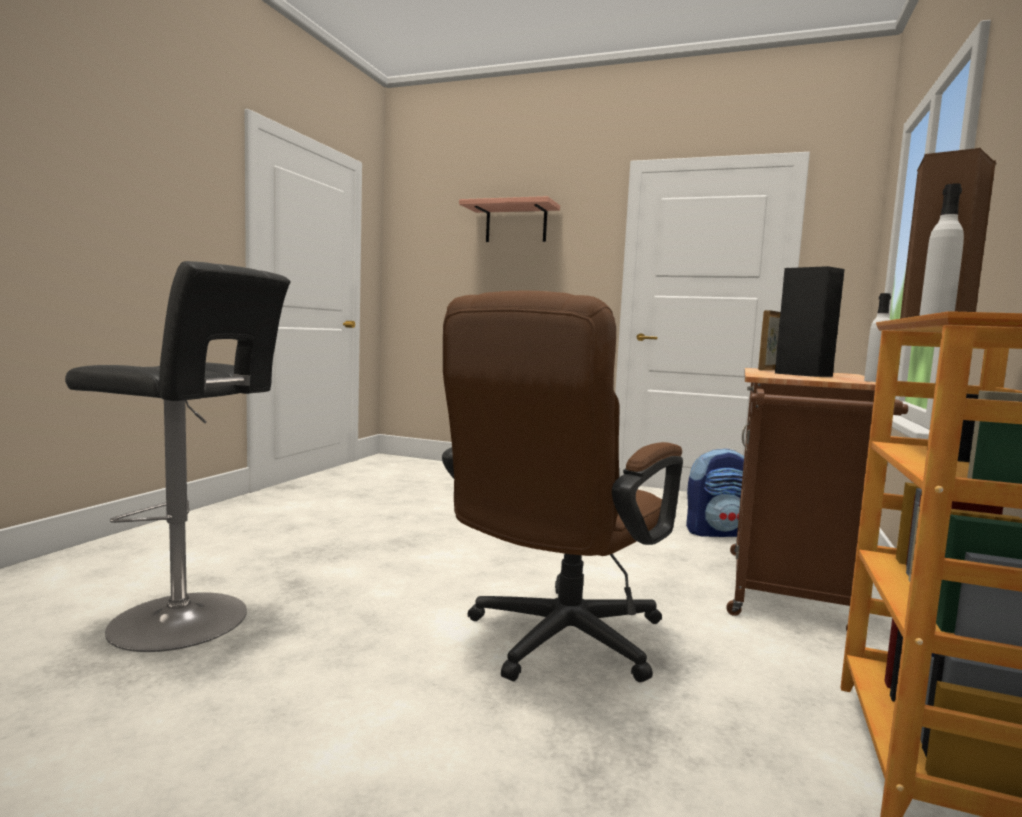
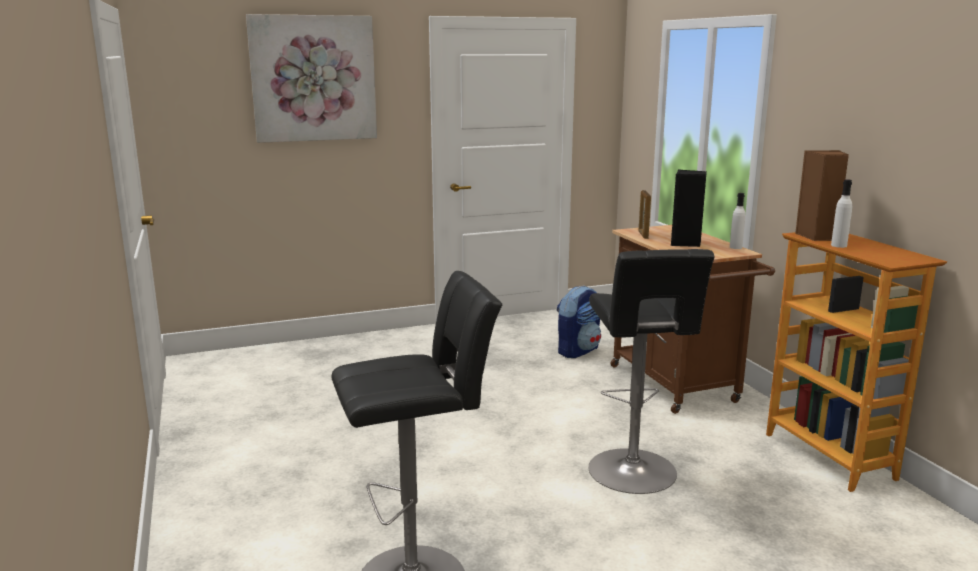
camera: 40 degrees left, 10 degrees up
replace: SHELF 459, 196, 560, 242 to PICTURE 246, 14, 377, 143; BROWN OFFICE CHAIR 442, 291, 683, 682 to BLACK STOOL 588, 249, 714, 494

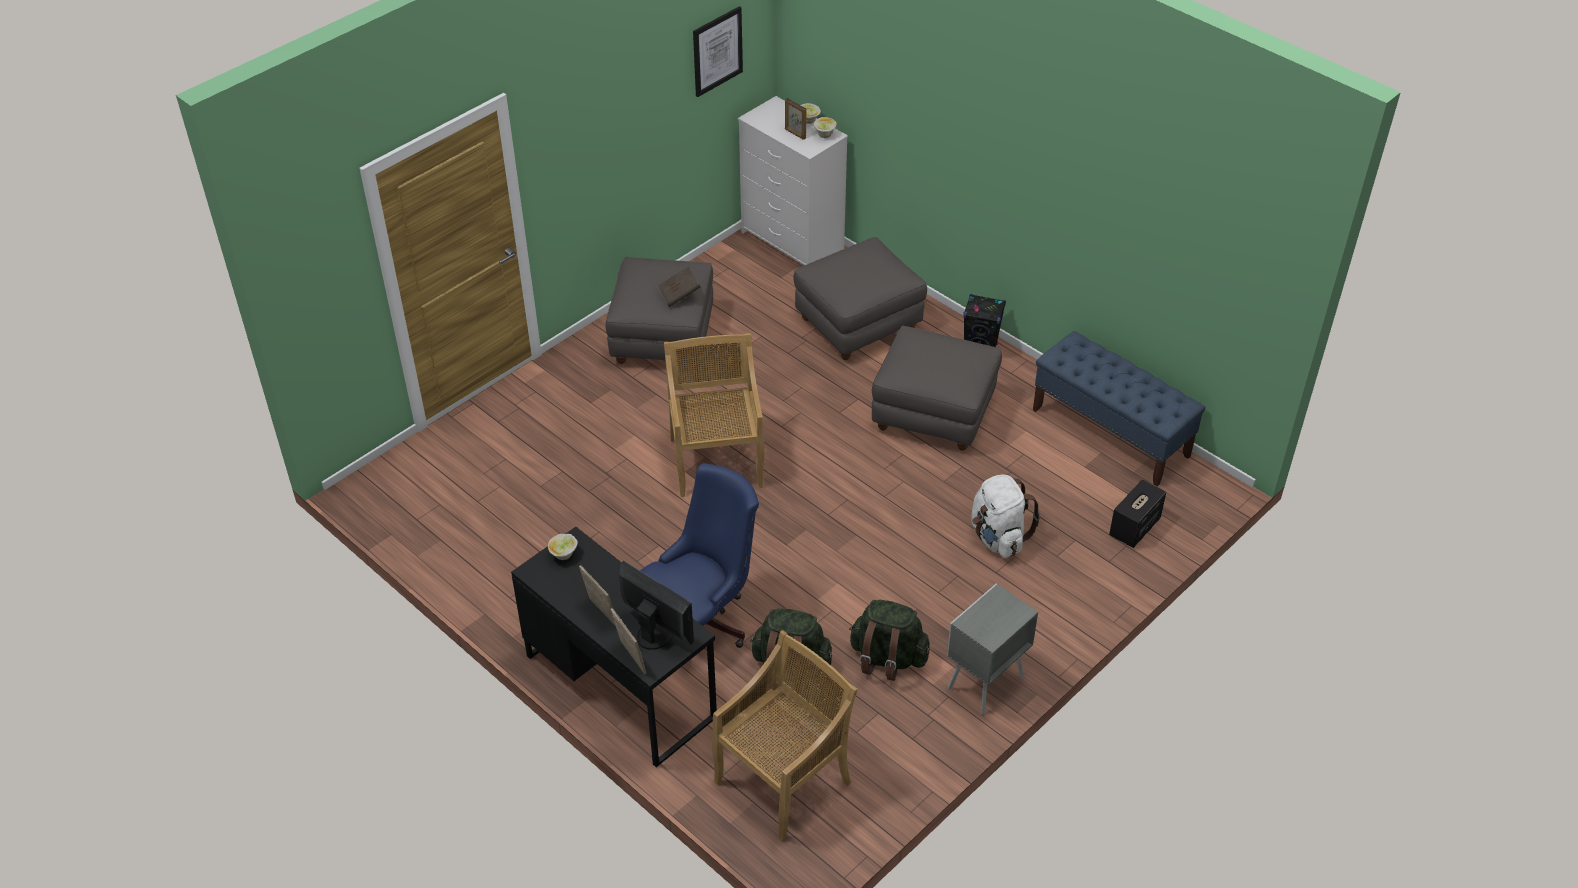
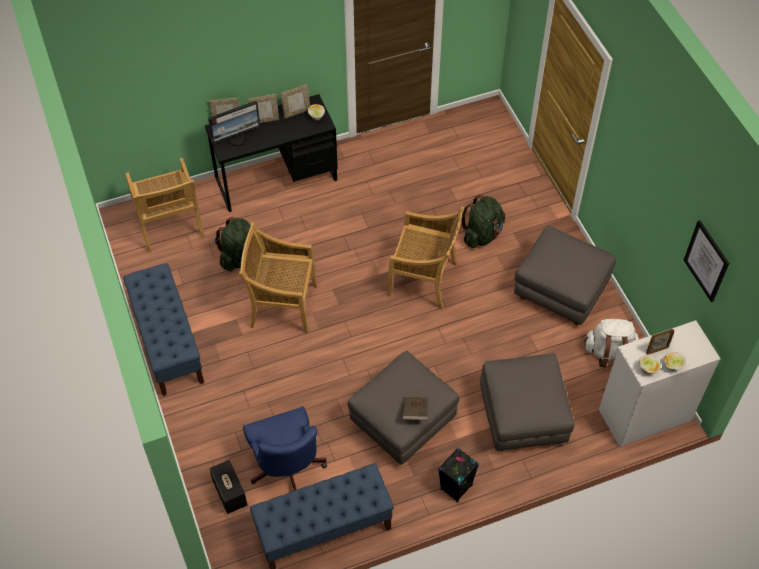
camera: 115 degrees right, 10 degrees up
insert: BEIGE CHAIR 239, 223, 317, 334; PICTURE FRAME 281, 84, 310, 118
move: BLUE OFFICE CHAIR 640, 463, 759, 648 to 243, 407, 327, 490; BROWN BOOK 657, 266, 701, 307 to 402, 397, 428, 420; GREEN BACKPACK 849, 600, 930, 681 to 461, 195, 505, 248; WHITE BACKPACK 971, 475, 1040, 558 to 584, 319, 639, 367
replace: GREY NIGHTSTAND 947, 583, 1038, 714 to BLUE BENCH 123, 263, 204, 396

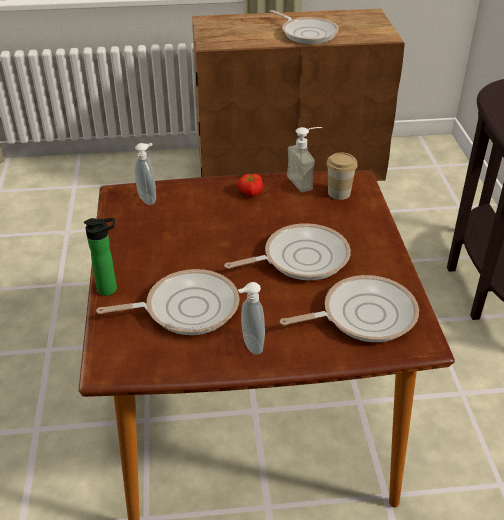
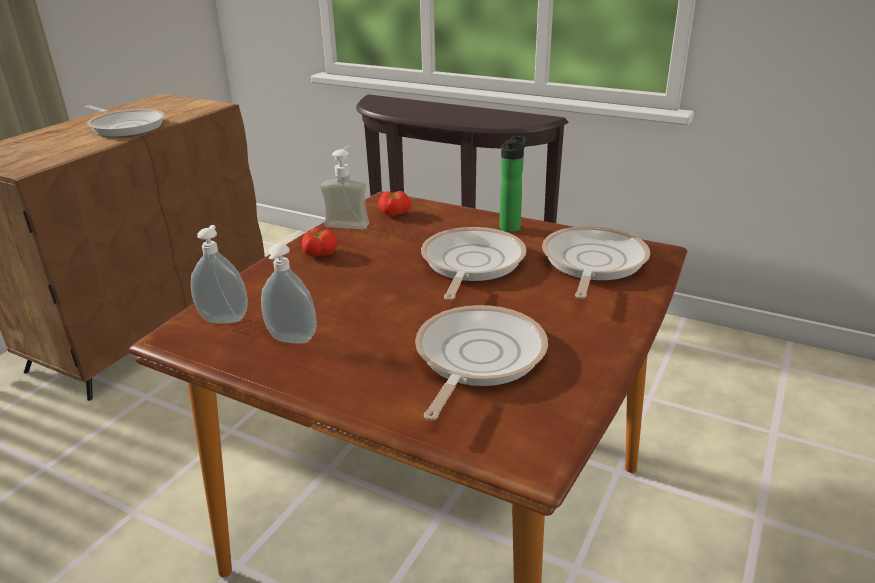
camera: 55 degrees left, 10 degrees down
move: SOAP DISPENSER 238, 282, 265, 355 to 261, 243, 317, 344; BOTTLE 84, 218, 117, 296 to 499, 136, 527, 232
replace: CUP 326, 153, 358, 200 to TOMATO 378, 191, 411, 216
rotate: FRYING PAN 270, 10, 339, 44 = 85, 105, 165, 137 45 degrees clockwise

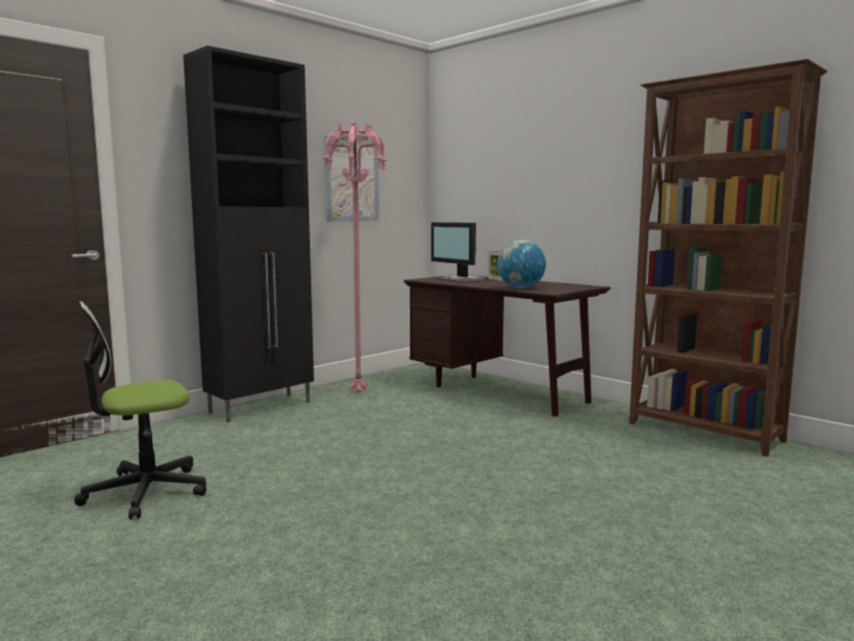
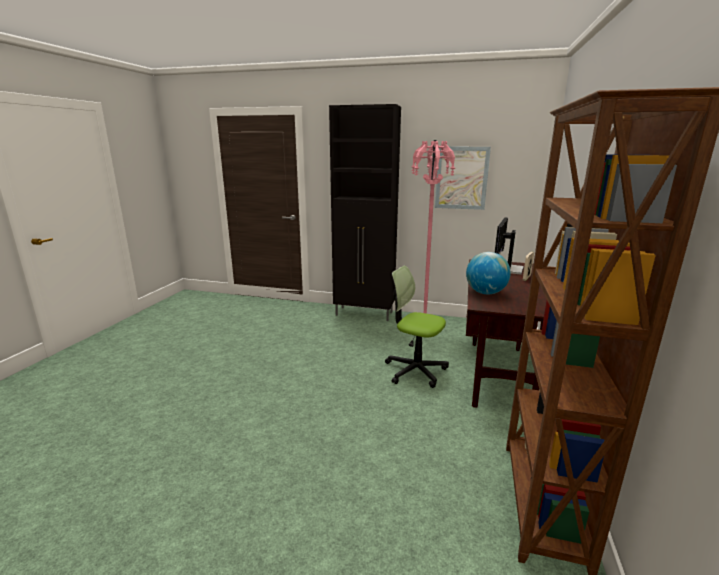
camera: 60 degrees right, 10 degrees up
move: OFFICE CHAIR 74, 301, 206, 519 to 385, 265, 449, 388

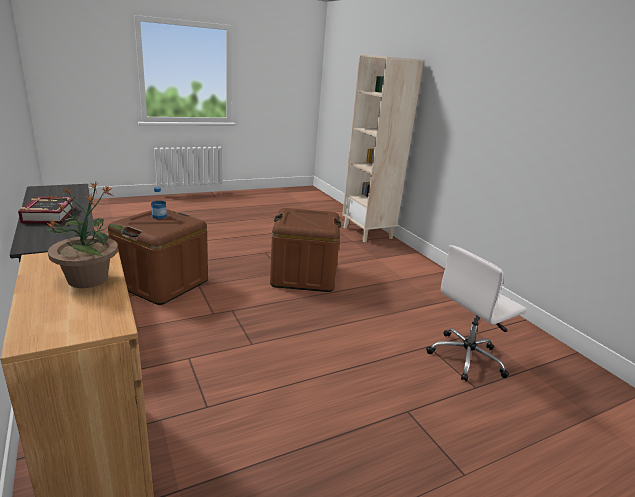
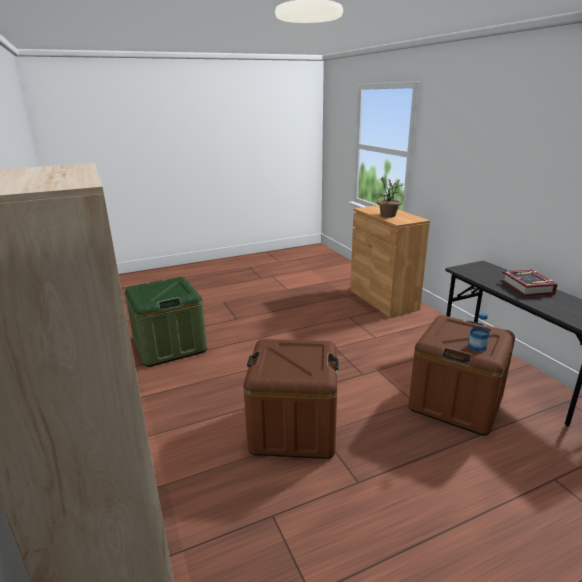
camera: 175 degrees left, 0 degrees up
replace: WHITE OFFICE CHAIR 426, 245, 527, 382 to GREEN STORAGE BOX 125, 277, 207, 367

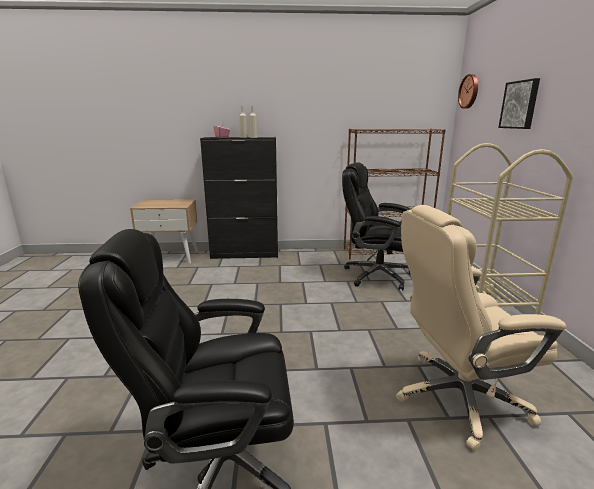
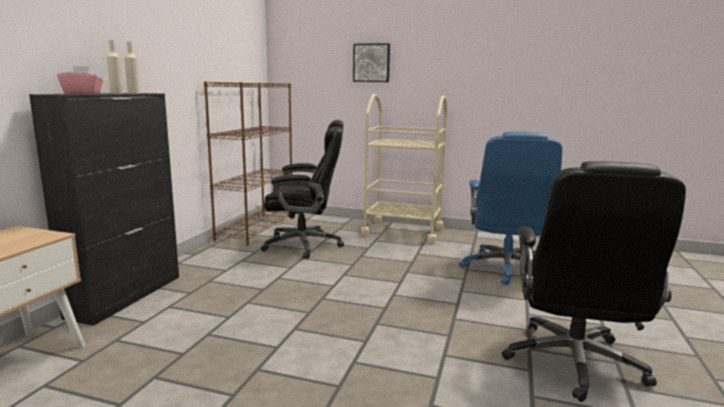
camera: 70 degrees left, 5 degrees down
delete: WALL CLOCK 458, 74, 478, 109
recolor: BEIGE OFFICE CHAIR 396, 205, 566, 451 to BLUE OFFICE CHAIR 459, 132, 562, 285
rotate: BLACK OFFICE CHAIR 342, 162, 411, 290 = 261, 120, 344, 259 135 degrees counterclockwise

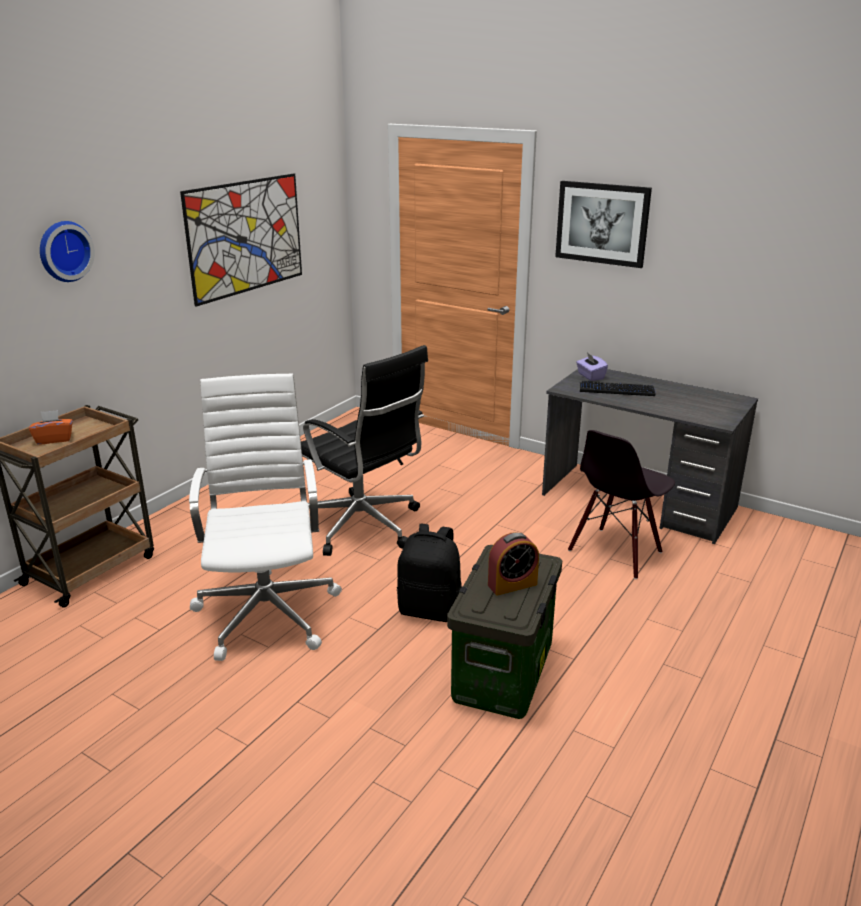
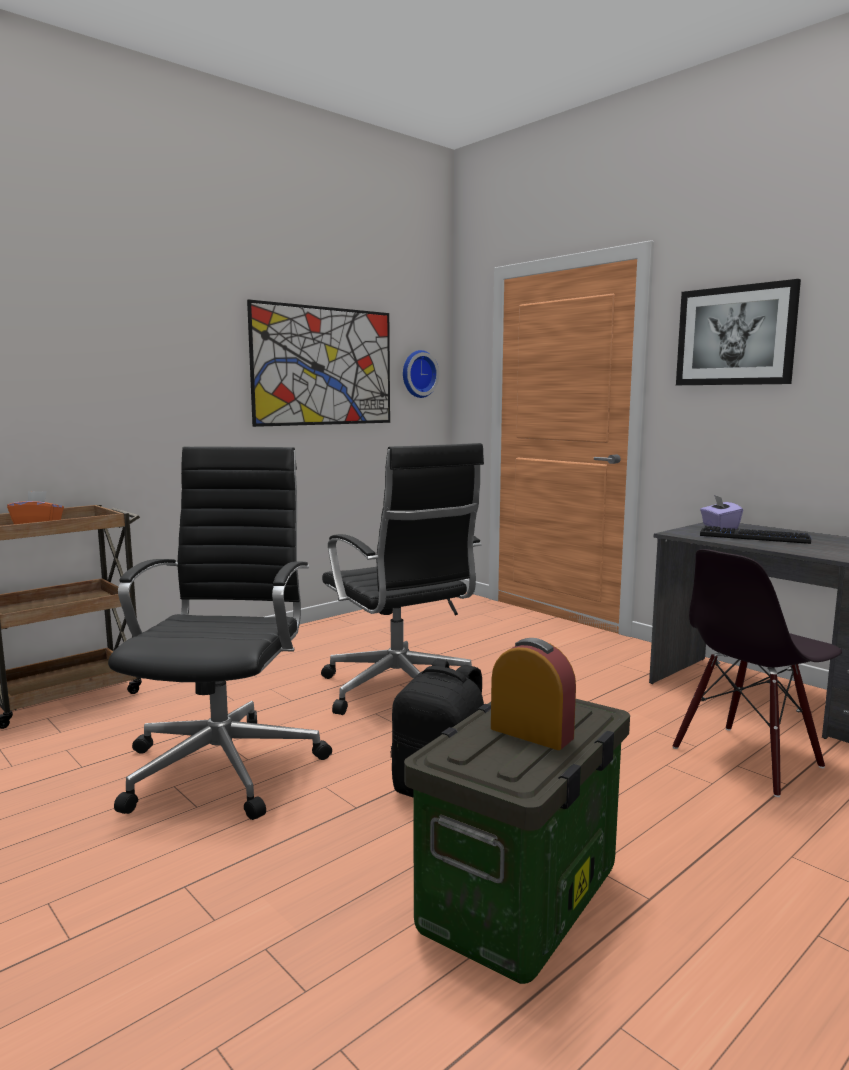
camera: 15 degrees right, 15 degrees down
move: WALL CLOCK 40, 221, 95, 282 to 403, 350, 439, 398
recolor: WHITE OFFICE CHAIR 189, 374, 342, 661 to BLACK OFFICE CHAIR 108, 447, 332, 820
rotate: ALARM CLOCK 488, 532, 539, 595 = 491, 638, 576, 750 135 degrees counterclockwise

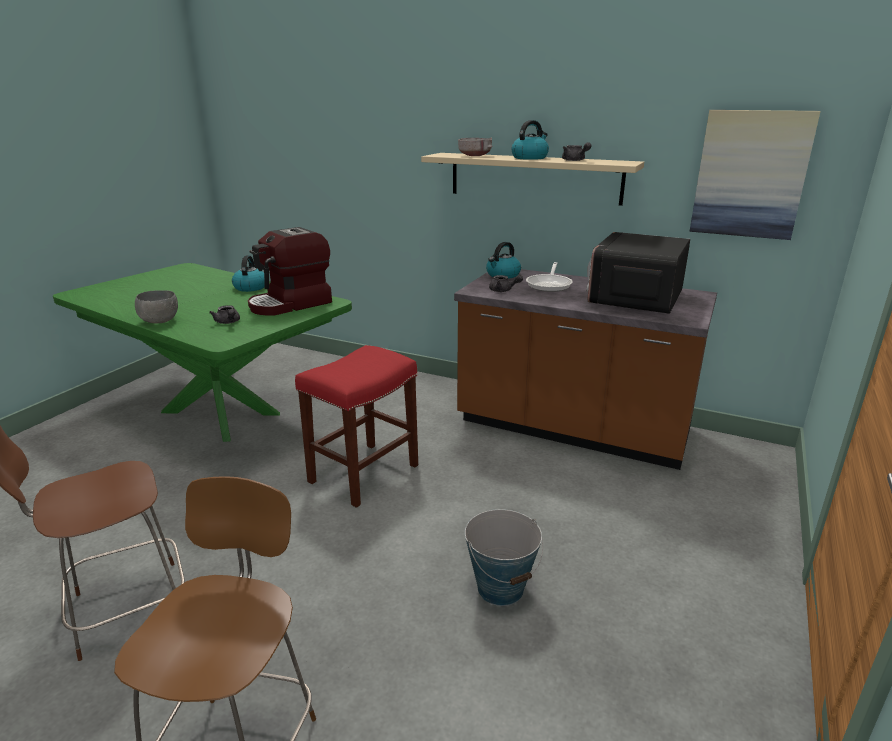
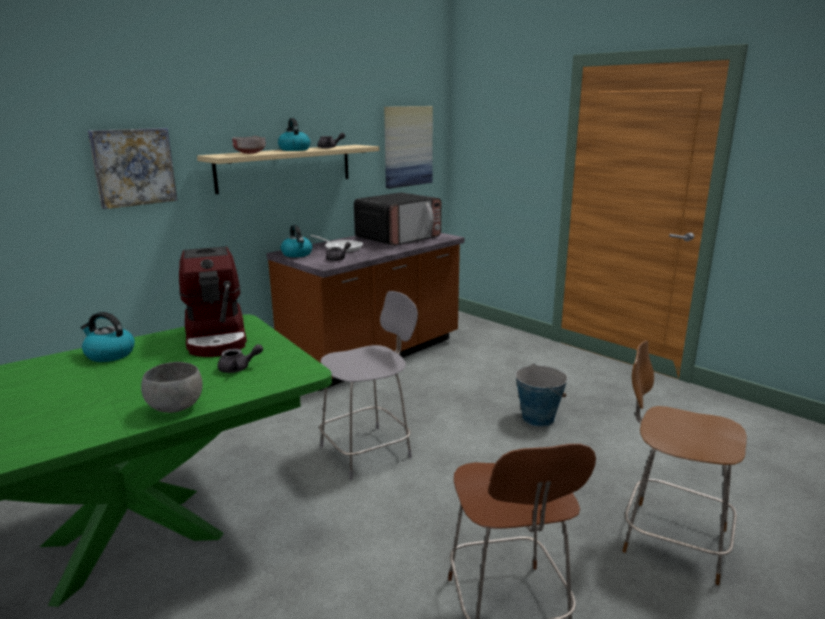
camera: 70 degrees left, 5 degrees down
insert: PICTURE 88, 128, 178, 209
replace: RED STOOL 295, 345, 418, 508 to GREY CHAIR 319, 291, 418, 480
rotate: MICROWAVE 586, 232, 690, 314 = 354, 192, 441, 246 90 degrees counterclockwise

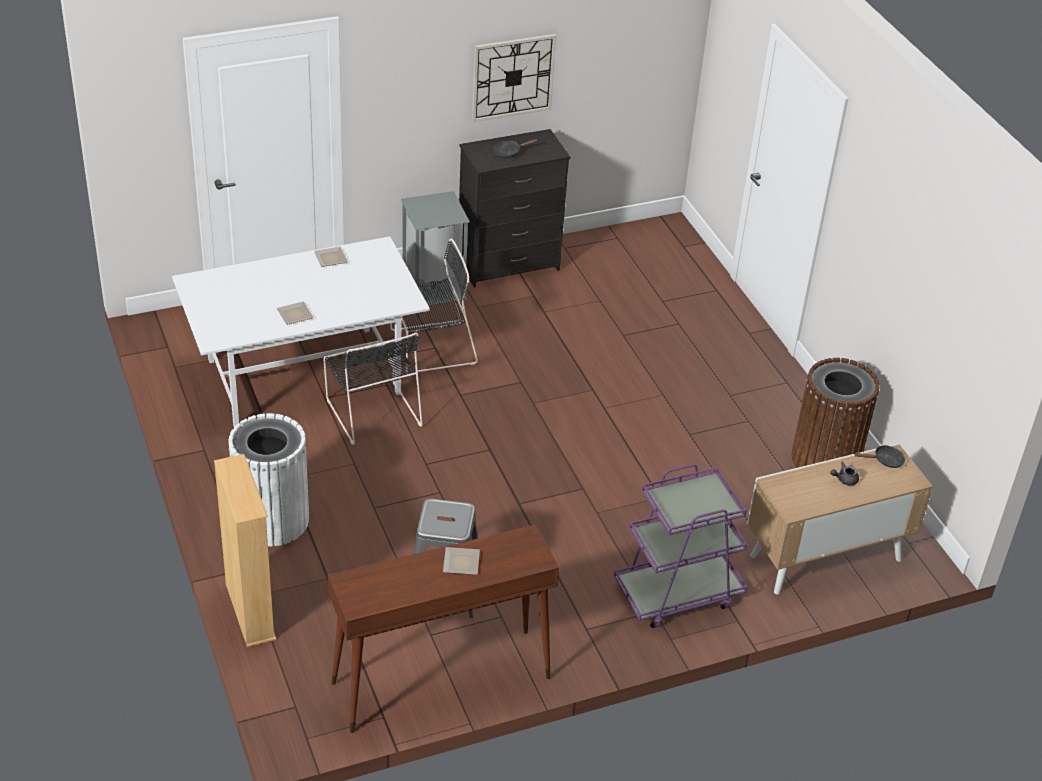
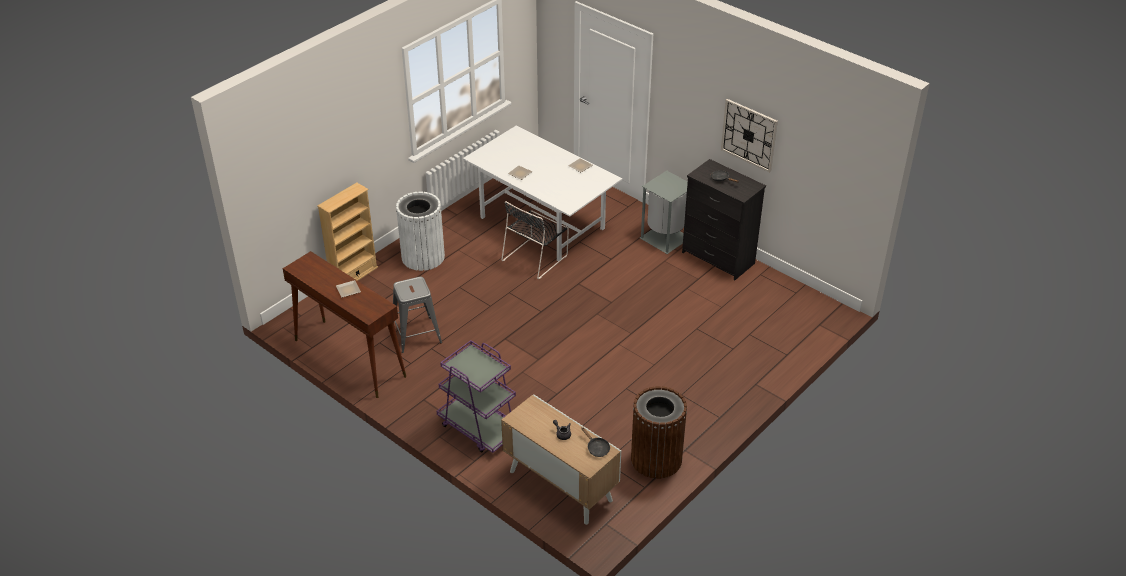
camera: 65 degrees right, 0 degrees up
delete: BLACK CHAIR 390, 238, 478, 372

